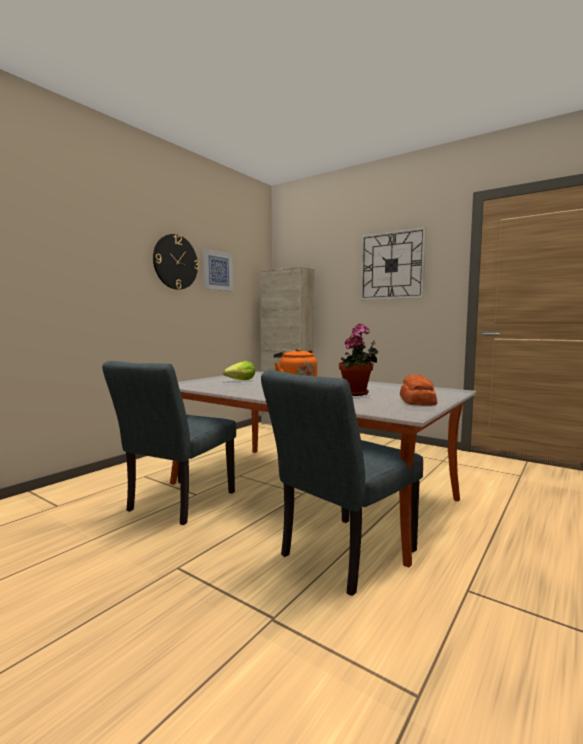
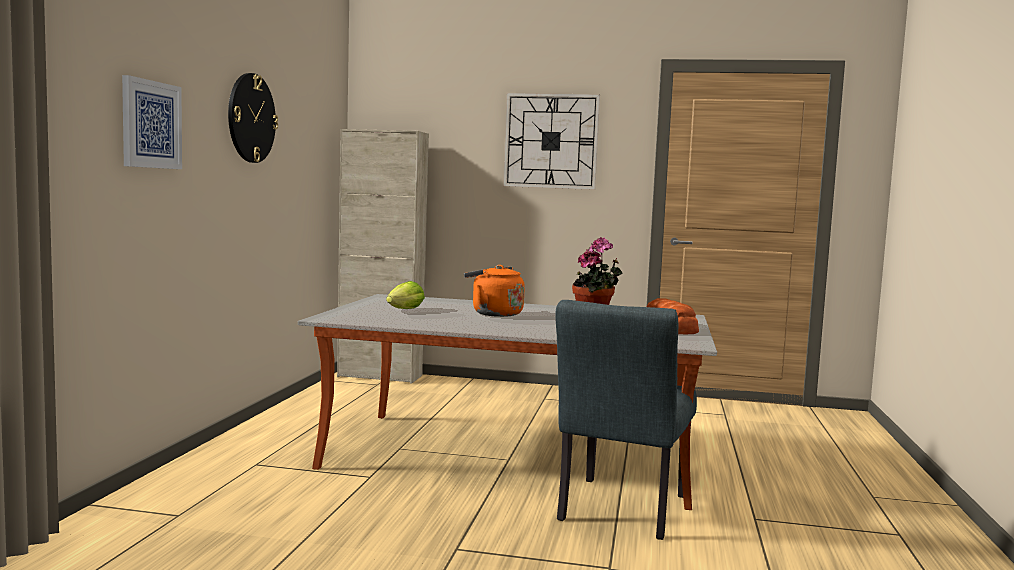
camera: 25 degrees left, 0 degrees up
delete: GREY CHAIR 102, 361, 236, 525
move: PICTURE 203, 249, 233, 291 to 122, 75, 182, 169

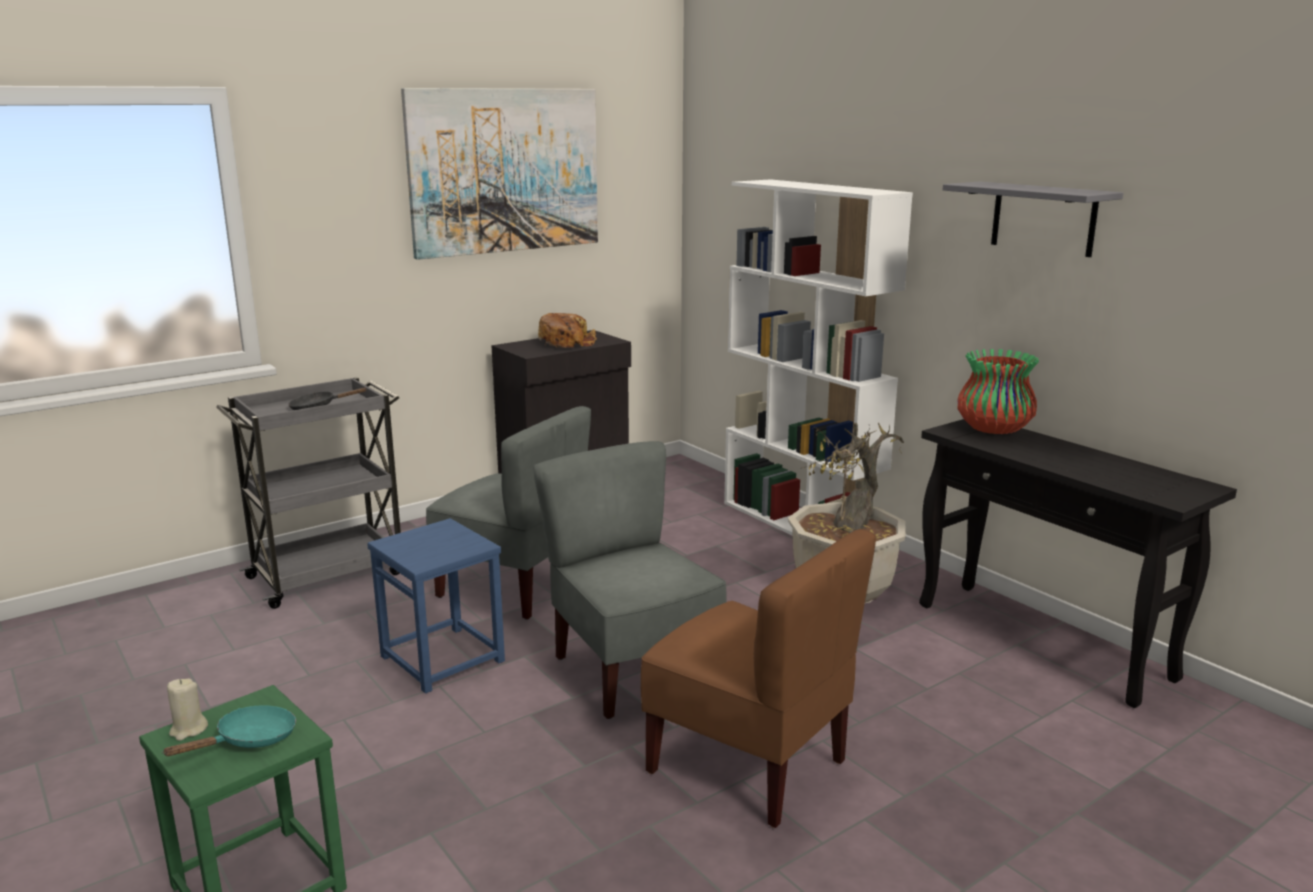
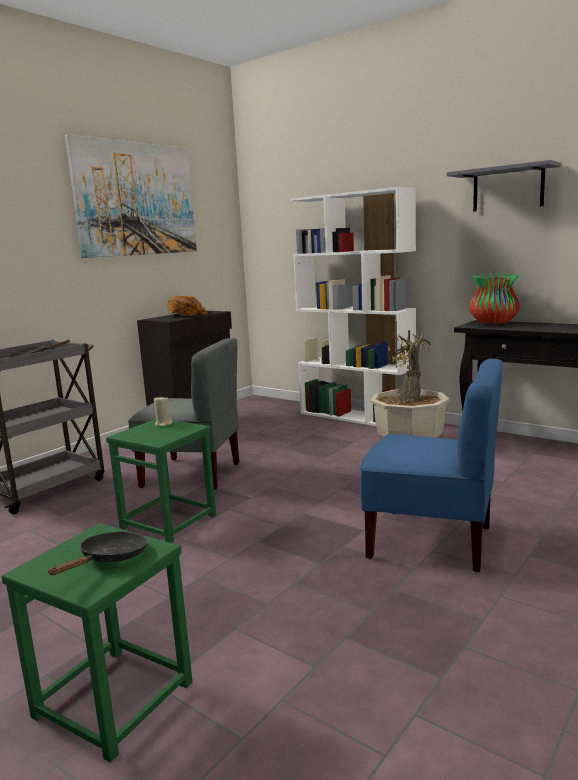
camera: 15 degrees left, 5 degrees down
delete: GREY CHAIR 533, 441, 726, 719
move: BEIGE CANDLE 167, 679, 208, 741 to 154, 397, 173, 427
recolor: TURQUOISE FRYING PAN 162, 705, 296, 756 to BLACK FRYING PAN 48, 532, 147, 575; BLUE STOOL 367, 518, 505, 694 to GREEN STOOL 106, 419, 216, 543; BROWN CHAIR 641, 529, 876, 828 to BLUE CHAIR 360, 358, 503, 572

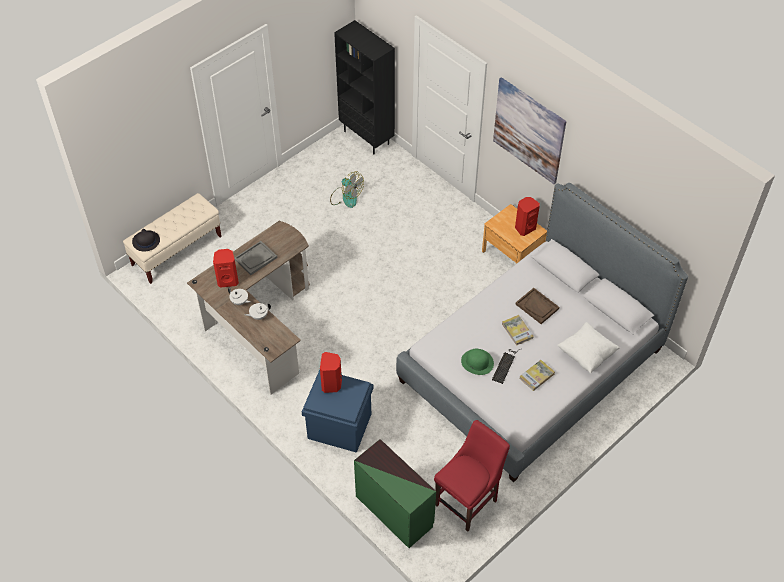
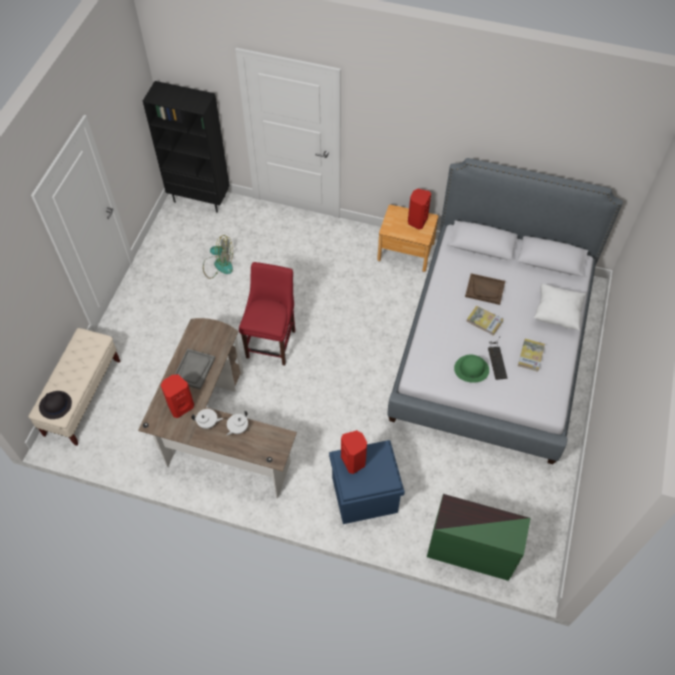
camera: 30 degrees left, 5 degrees up
delete: PICTURE 493, 77, 566, 184
move: RED CHAIR 434, 420, 510, 532 to 239, 262, 295, 366

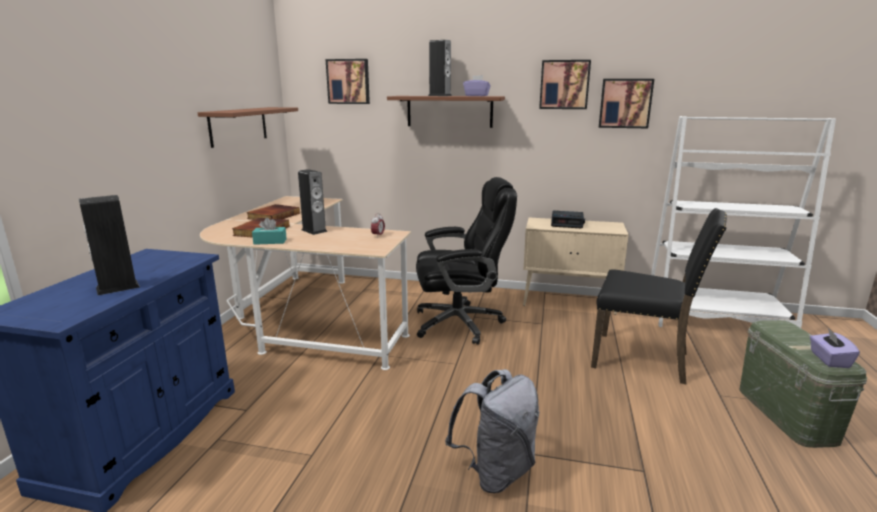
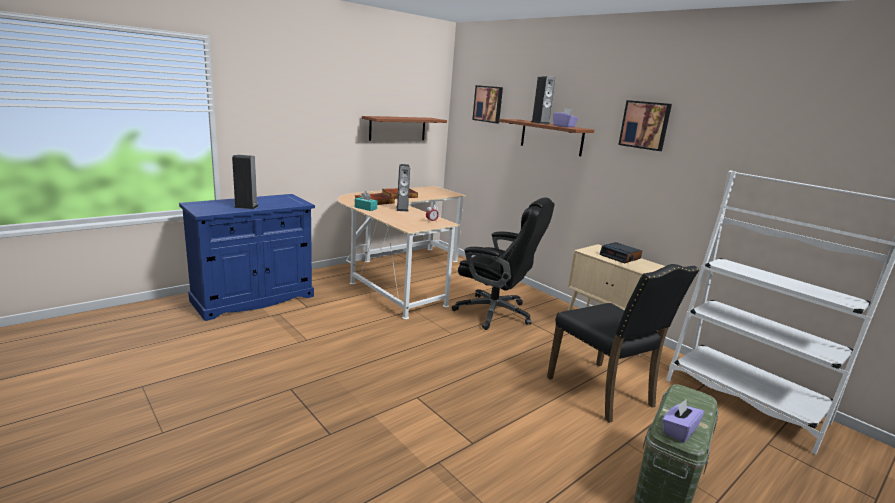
camera: 35 degrees right, 0 degrees up
delete: GREY BACKPACK 445, 369, 539, 493; PICTURE 599, 79, 654, 128

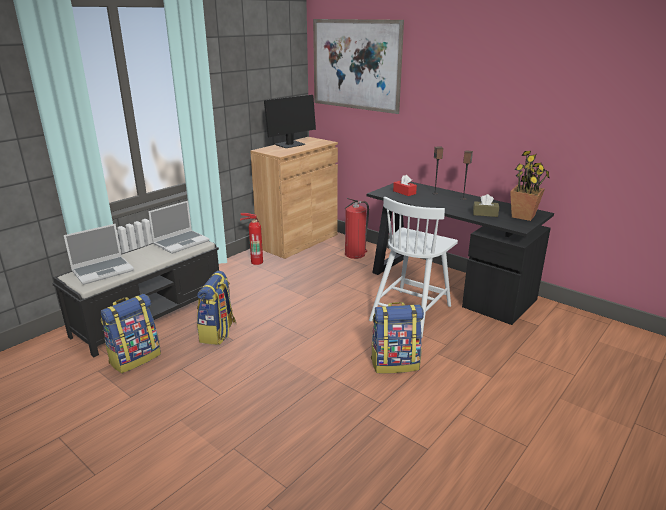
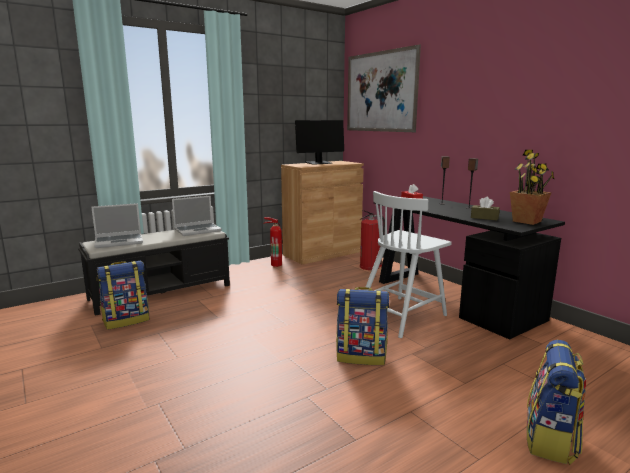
camera: 15 degrees right, 10 degrees down
move: BACKPACK 197, 271, 236, 345 to 527, 340, 586, 465

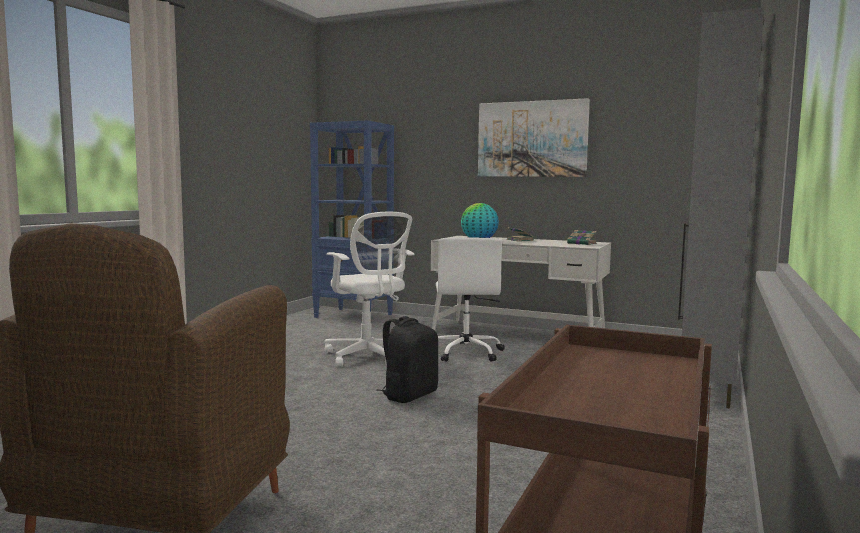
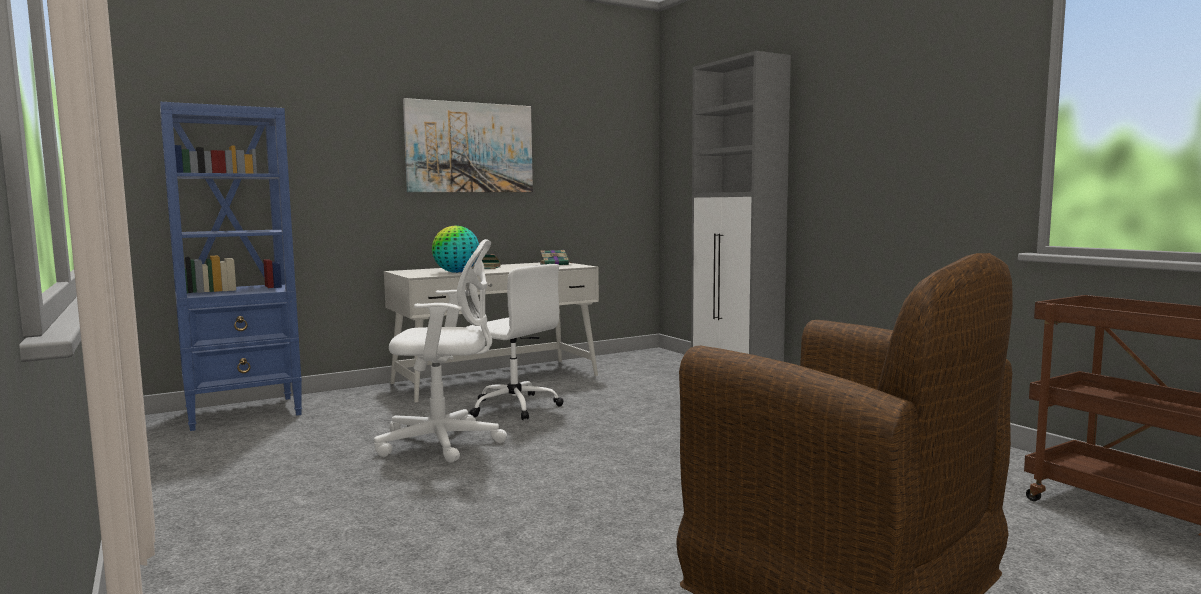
camera: 55 degrees left, 0 degrees up
delete: BLACK BACKPACK 377, 316, 438, 403

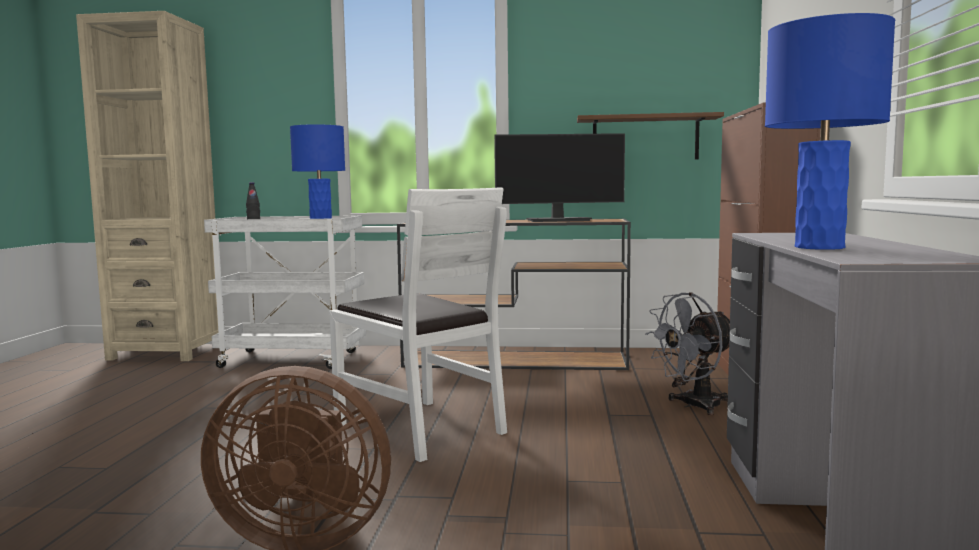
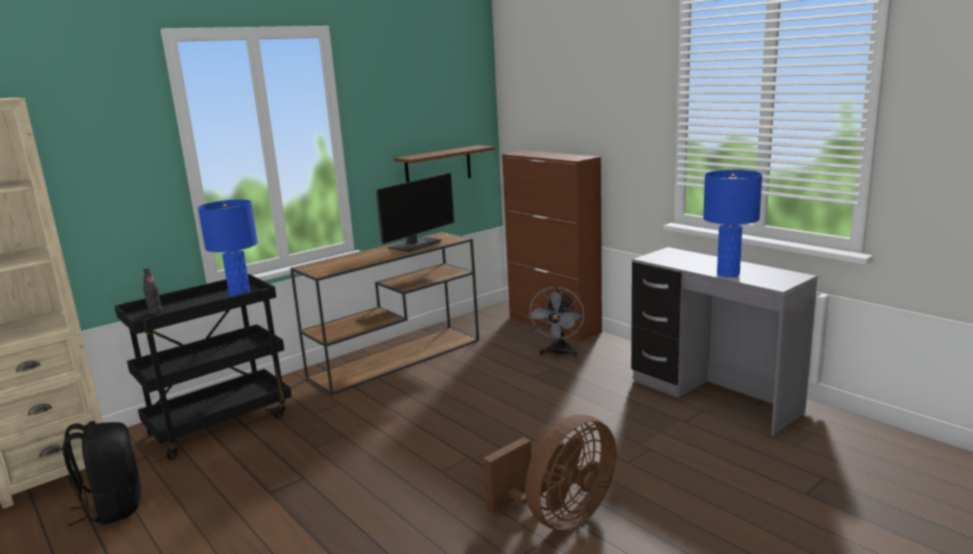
camera: 45 degrees left, 10 degrees up
delete: WHITE CHAIR 329, 187, 507, 462
insert: BLACK BACKPACK 63, 421, 141, 526
recolor: WHITE CART 204, 215, 366, 369 to BLACK CART 115, 274, 292, 460

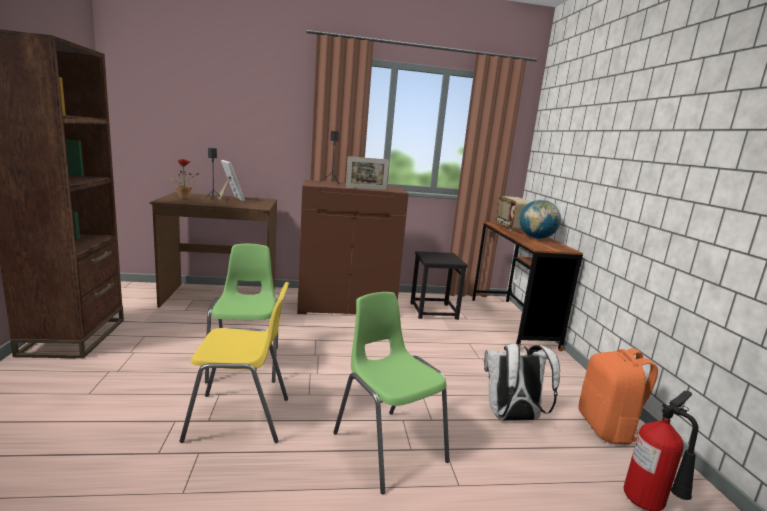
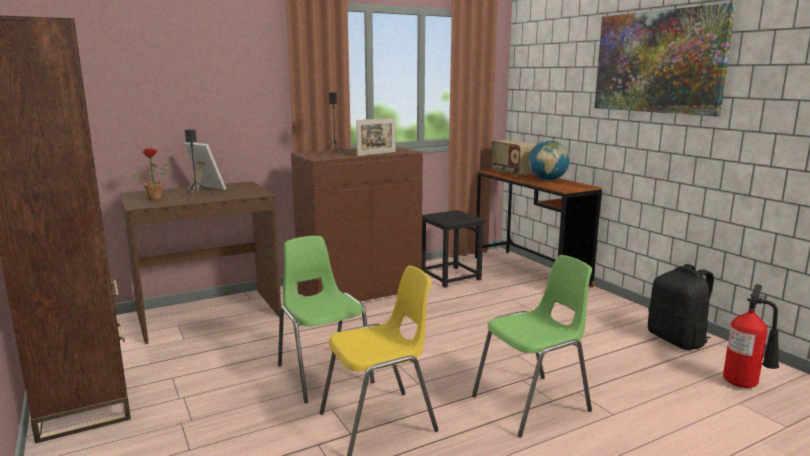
camera: 20 degrees left, 0 degrees up
delete: WHITE BACKPACK 484, 344, 560, 421
insert: PICTURE 595, 3, 736, 116
recolor: ORANGE BACKPACK 578, 348, 658, 445 to BLACK BACKPACK 648, 264, 714, 350
rotate: GREEN CHAIR 333, 292, 450, 494 = 472, 255, 592, 437 120 degrees clockwise

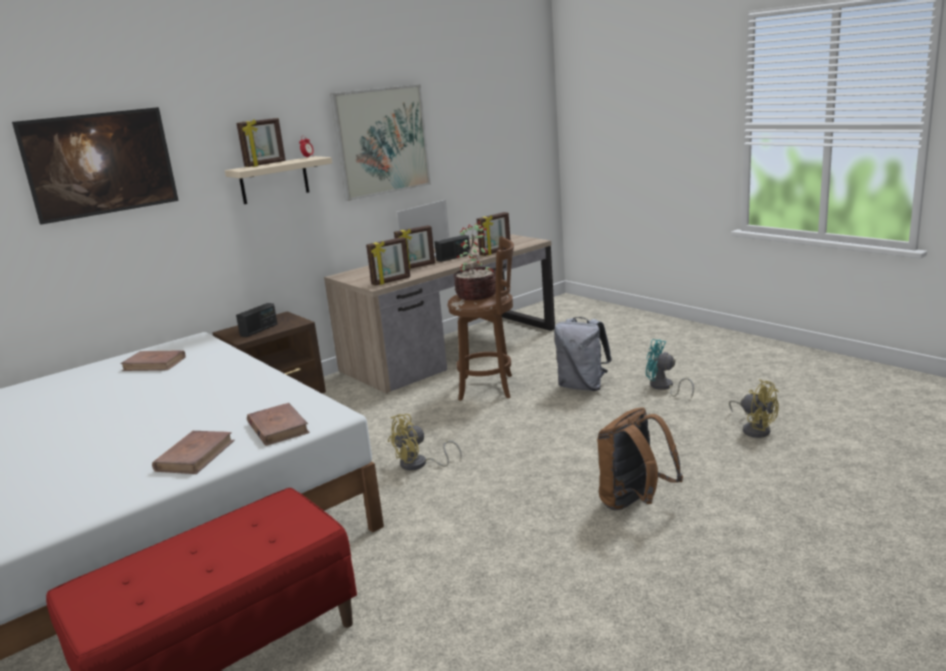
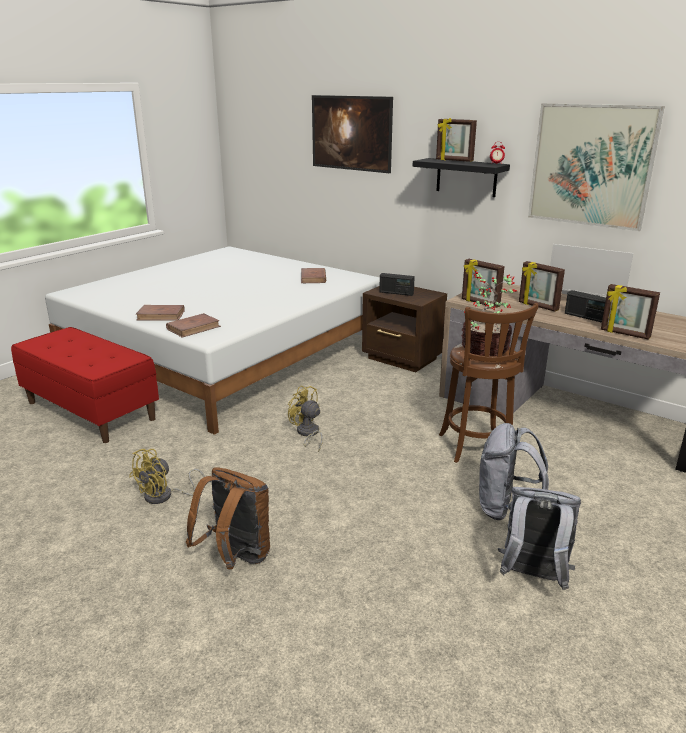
camera: 75 degrees right, 5 degrees up
move: YELLOW FAN 729, 379, 779, 438 to 129, 449, 205, 504
replace: TURQUOISE FAN 646, 339, 694, 399 to GREY BACKPACK 498, 487, 581, 590
recolor: BEIGE SHELF 225, 156, 332, 204 to BLACK SHELF 413, 158, 510, 197

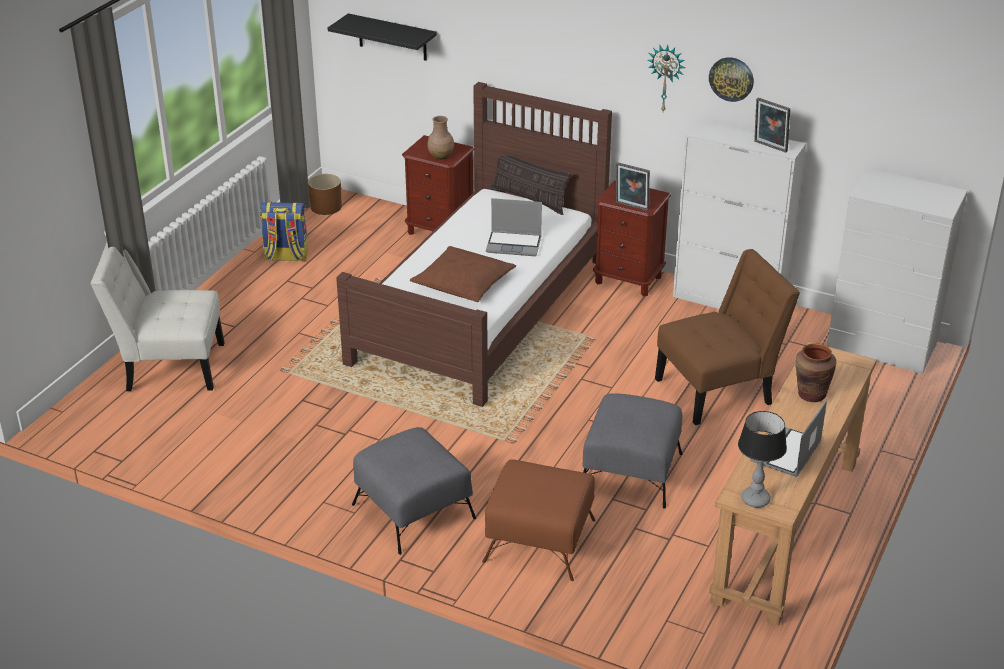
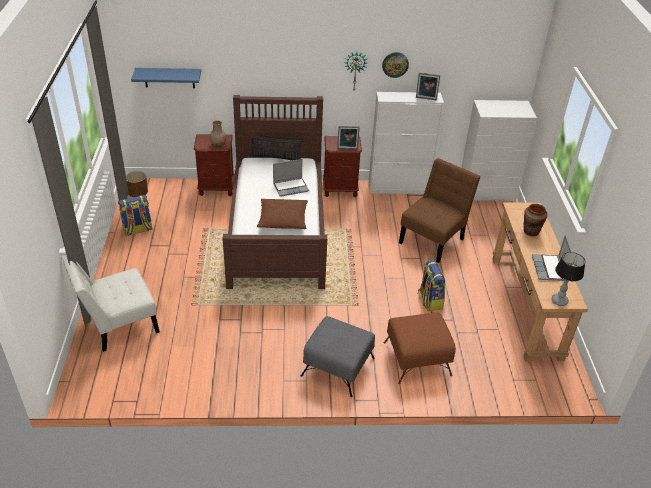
camera: 30 degrees left, 5 degrees up
replace: GREY OTTOMAN 583, 393, 682, 508 to BACKPACK 417, 259, 445, 311
recolor: BLACK SHELF 328, 13, 437, 61 to BLUE SHELF 131, 68, 201, 88

